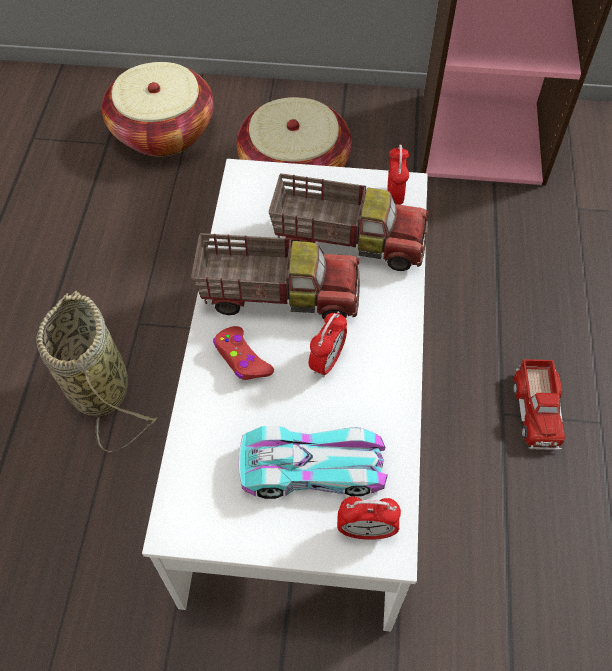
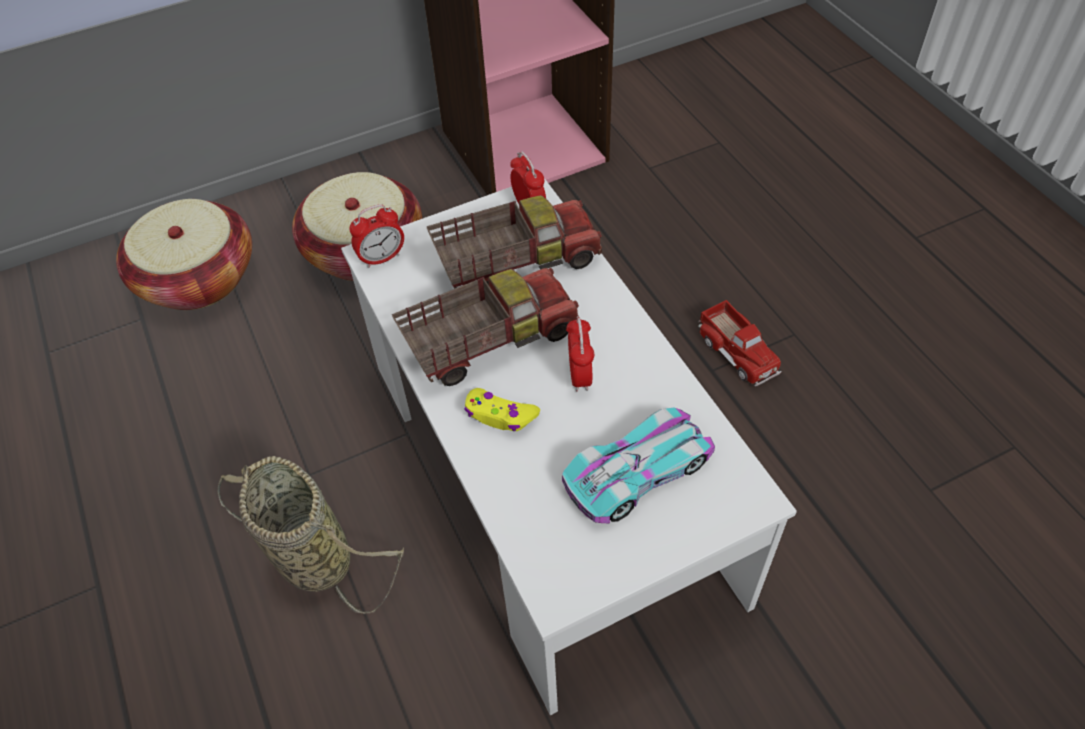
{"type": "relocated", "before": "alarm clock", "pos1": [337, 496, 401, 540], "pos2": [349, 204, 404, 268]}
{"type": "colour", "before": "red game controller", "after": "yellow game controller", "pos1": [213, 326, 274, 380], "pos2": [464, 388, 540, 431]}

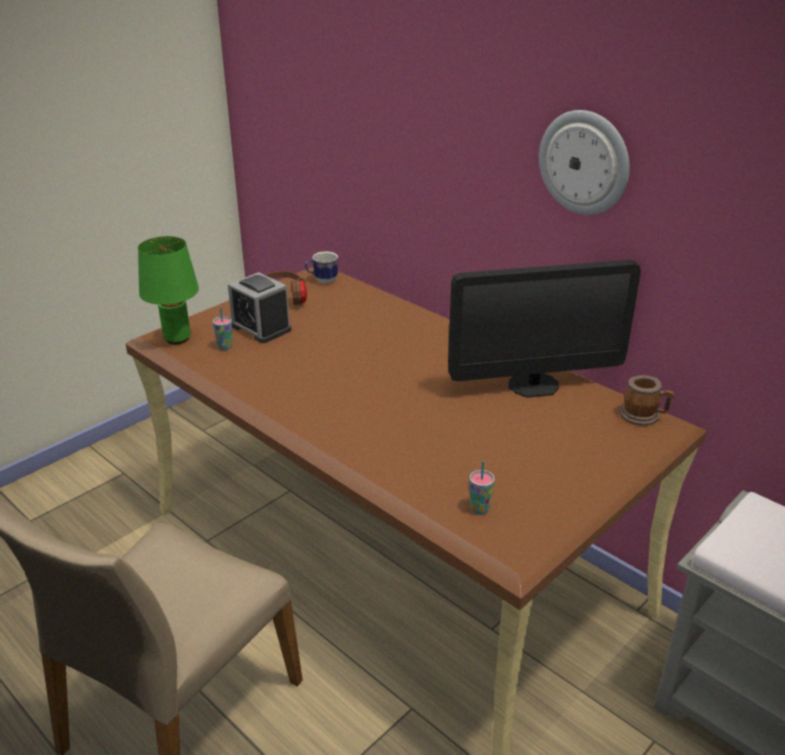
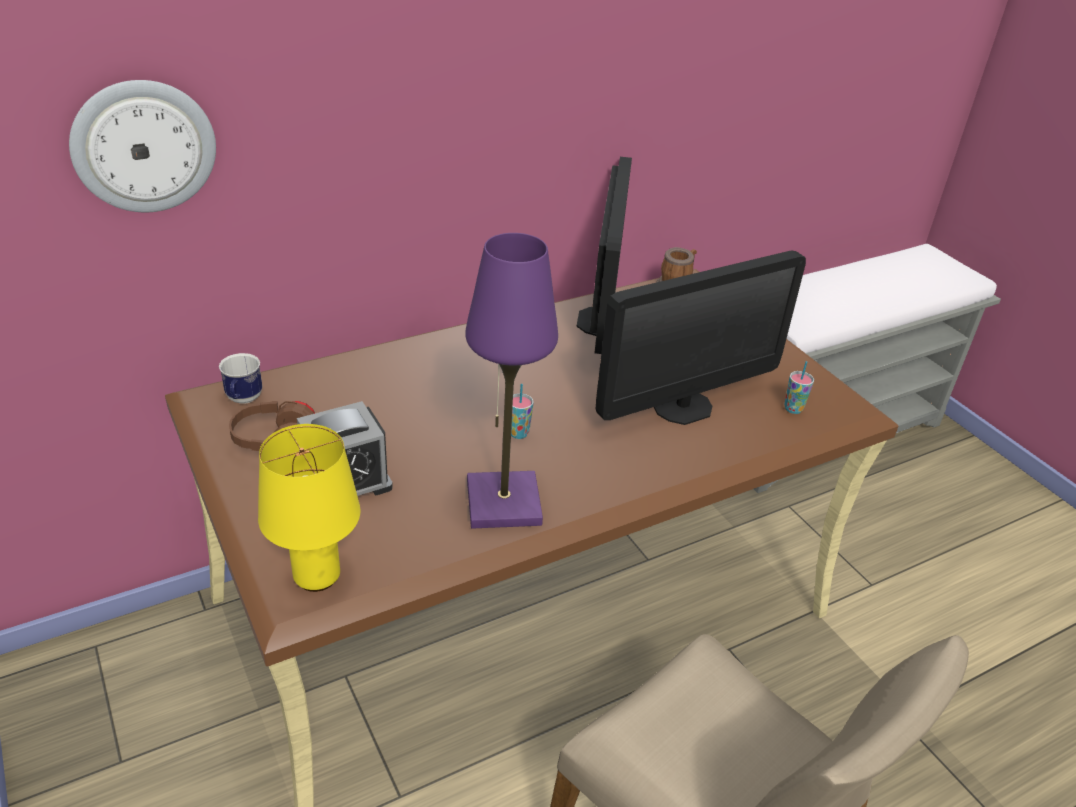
{"type": "relocated", "before": "wall clock", "pos1": [539, 110, 630, 215], "pos2": [69, 80, 216, 212]}
{"type": "colour", "before": "green table lamp", "after": "yellow table lamp", "pos1": [138, 236, 199, 344], "pos2": [258, 424, 360, 592]}
{"type": "appeared", "after": "purple table lamp", "pos2": [465, 233, 558, 529]}
{"type": "relocated", "before": "cup", "pos1": [213, 307, 233, 350], "pos2": [511, 384, 534, 439]}
{"type": "appeared", "after": "monitor", "pos2": [596, 250, 806, 425]}

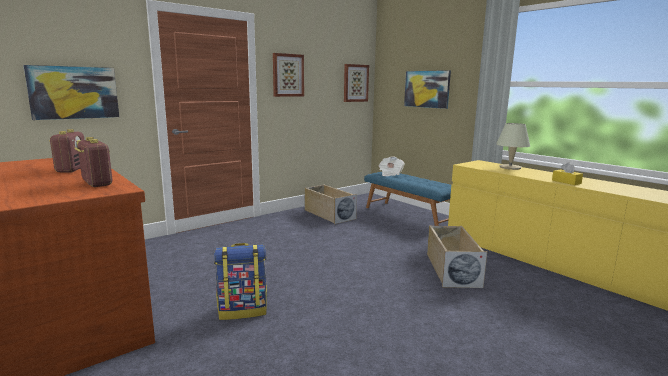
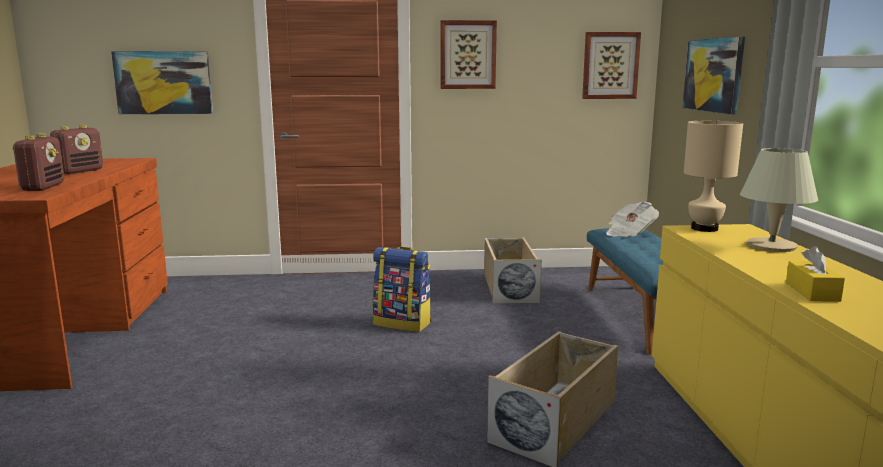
{"type": "relocated", "before": "backpack", "pos1": [214, 243, 267, 320], "pos2": [372, 247, 431, 332]}
{"type": "appeared", "after": "beige table lamp", "pos2": [684, 121, 743, 232]}

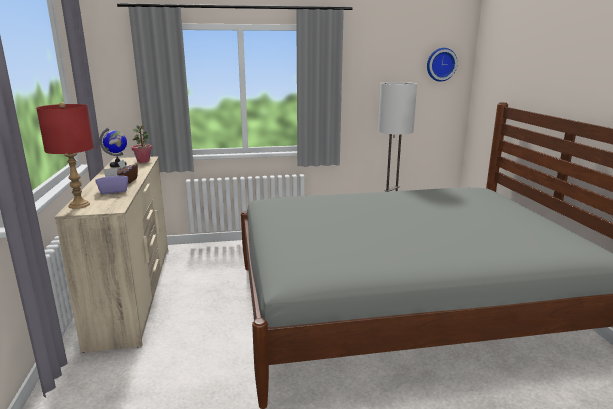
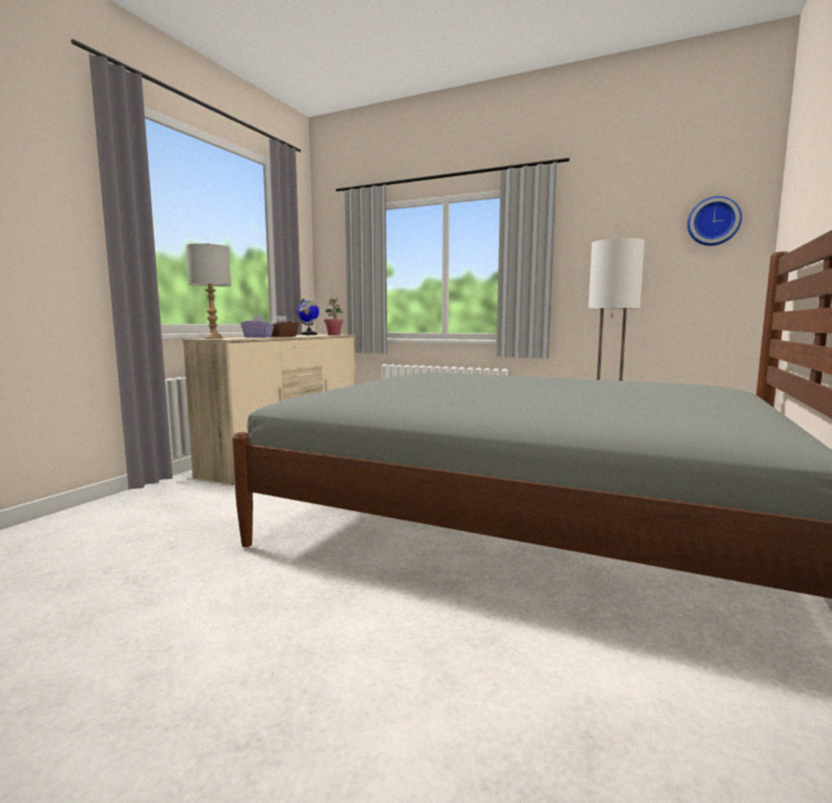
{"type": "colour", "before": "red table lamp", "after": "grey table lamp", "pos1": [36, 102, 94, 209], "pos2": [186, 243, 231, 339]}

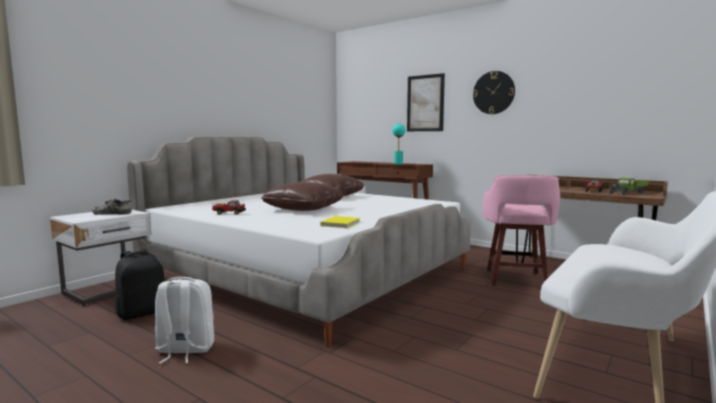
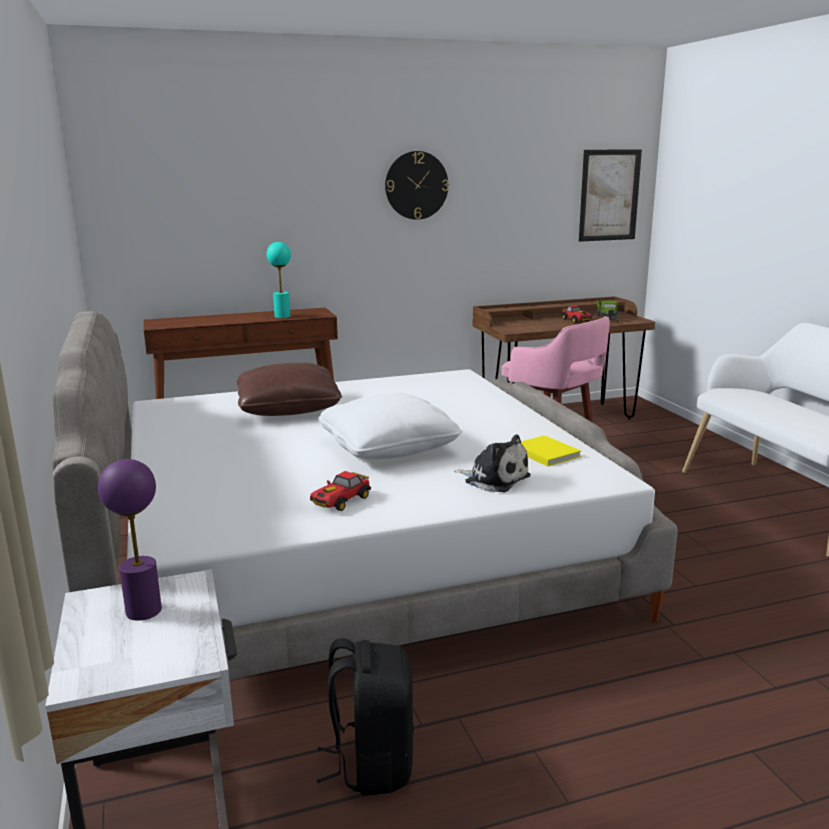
{"type": "exchanged", "before": "shoe", "after": "purple table lamp", "pos1": [92, 199, 132, 215], "pos2": [98, 459, 162, 621]}
{"type": "colour", "before": "brown pillow", "after": "white pillow", "pos1": [261, 182, 344, 211], "pos2": [318, 393, 463, 460]}
{"type": "appeared", "after": "plush toy", "pos2": [454, 434, 531, 492]}
{"type": "relocated", "before": "picture", "pos1": [407, 73, 445, 131], "pos2": [579, 149, 642, 242]}
{"type": "missing", "before": "white backpack", "pos1": [155, 277, 214, 364]}

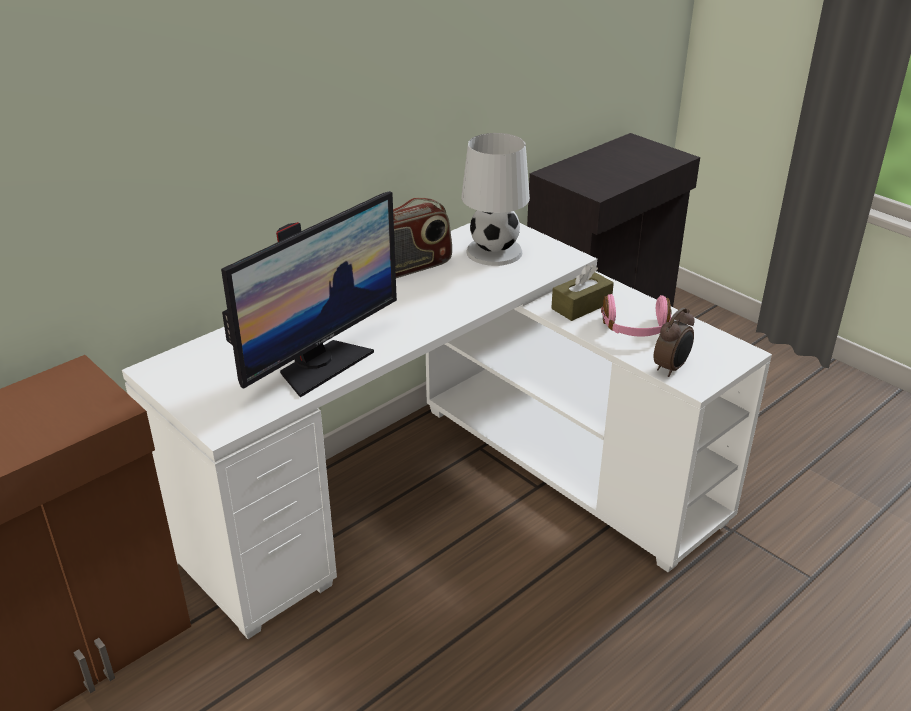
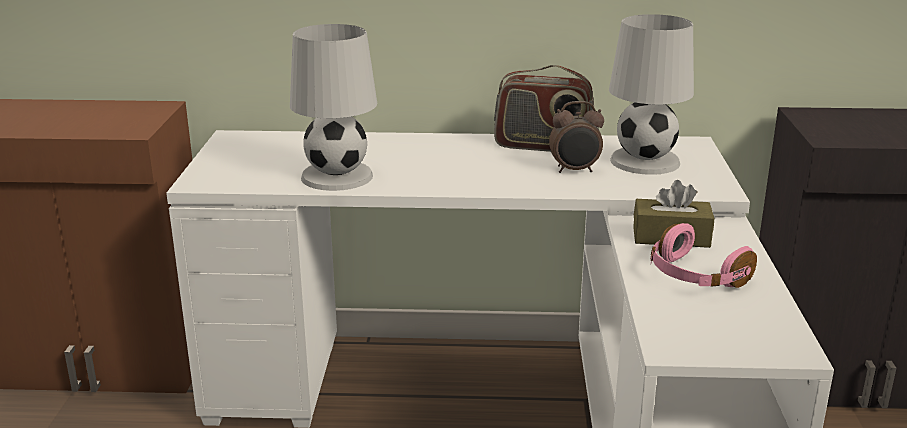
{"type": "exchanged", "before": "monitor", "after": "white table lamp", "pos1": [221, 191, 397, 398], "pos2": [290, 24, 377, 191]}
{"type": "relocated", "before": "alarm clock", "pos1": [654, 308, 695, 377], "pos2": [549, 101, 604, 173]}

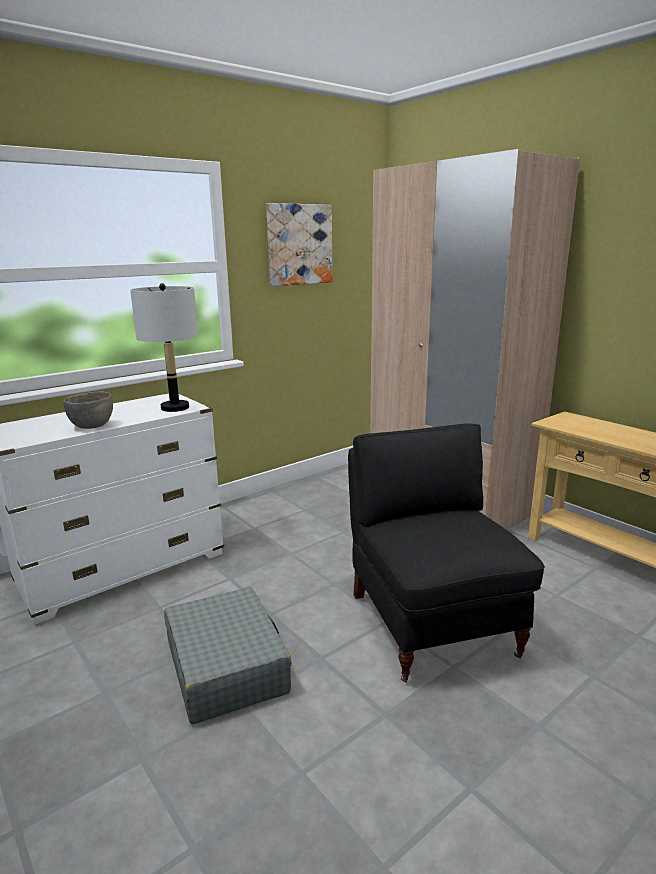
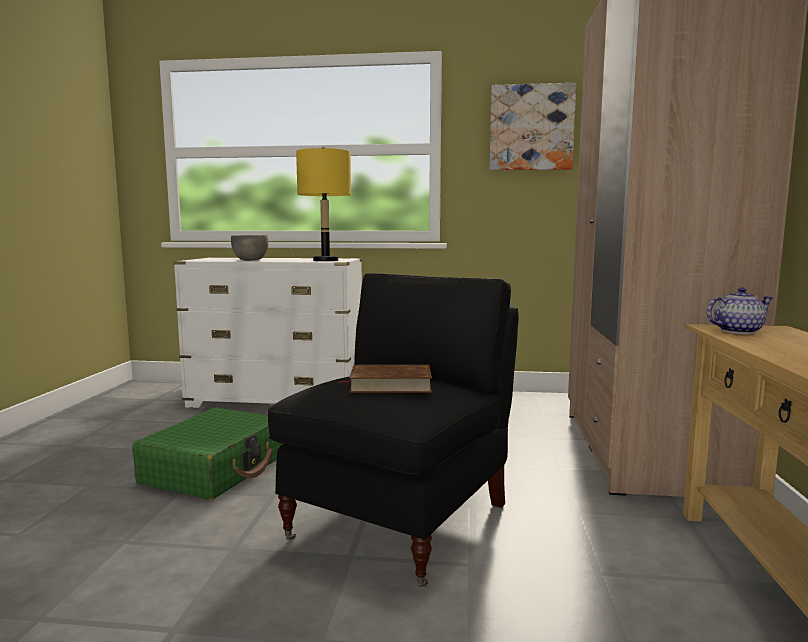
{"type": "colour", "before": "grey suitcase", "after": "green suitcase", "pos1": [164, 587, 292, 725], "pos2": [132, 407, 283, 500]}
{"type": "colour", "before": "grey table lamp", "after": "yellow table lamp", "pos1": [130, 283, 198, 412], "pos2": [296, 147, 351, 261]}
{"type": "appeared", "after": "brown book", "pos2": [339, 365, 432, 393]}
{"type": "appeared", "after": "teapot", "pos2": [707, 287, 773, 334]}

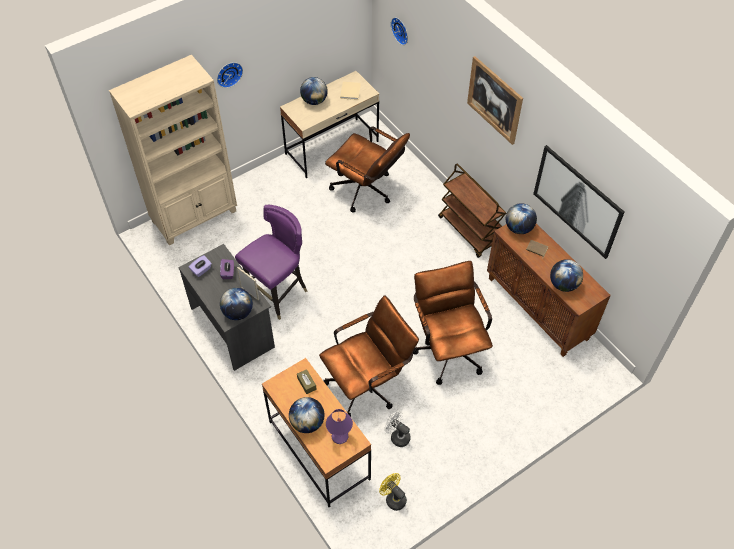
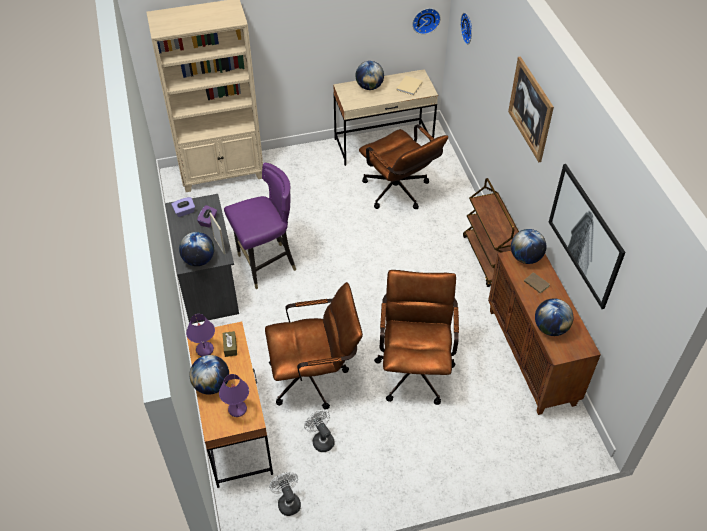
{"type": "appeared", "after": "purple table lamp", "pos2": [186, 314, 215, 356]}
{"type": "colour", "before": "yellow fan", "after": "white fan", "pos1": [379, 473, 407, 511], "pos2": [269, 472, 301, 516]}
{"type": "relocated", "before": "wall clock", "pos1": [217, 62, 243, 88], "pos2": [413, 8, 441, 34]}

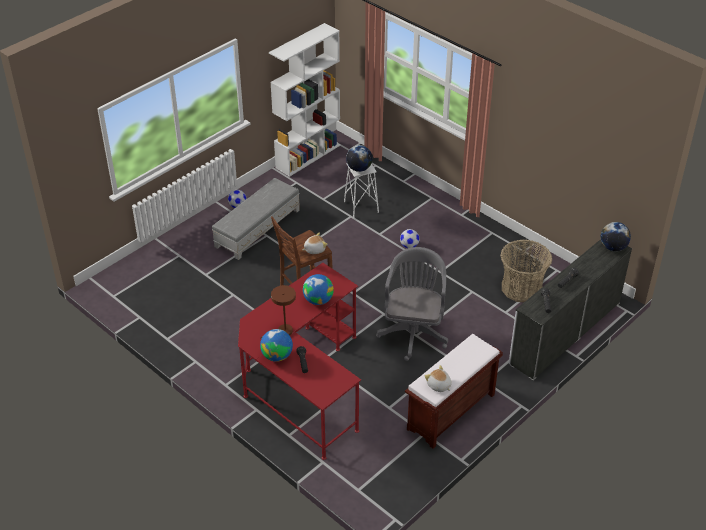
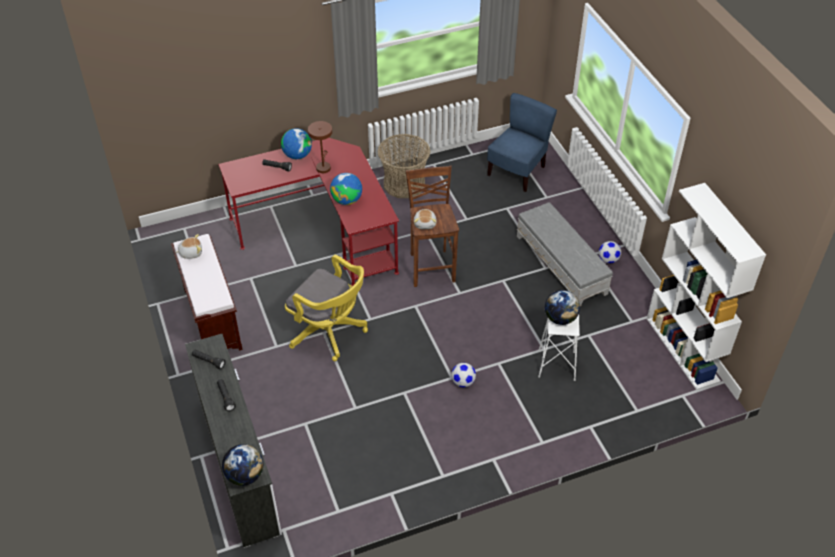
{"type": "colour", "before": "grey office chair", "after": "yellow office chair", "pos1": [376, 247, 448, 361], "pos2": [285, 254, 368, 361]}
{"type": "relocated", "before": "basket", "pos1": [500, 240, 552, 302], "pos2": [377, 134, 430, 198]}
{"type": "appeared", "after": "blue chair", "pos2": [487, 93, 557, 192]}

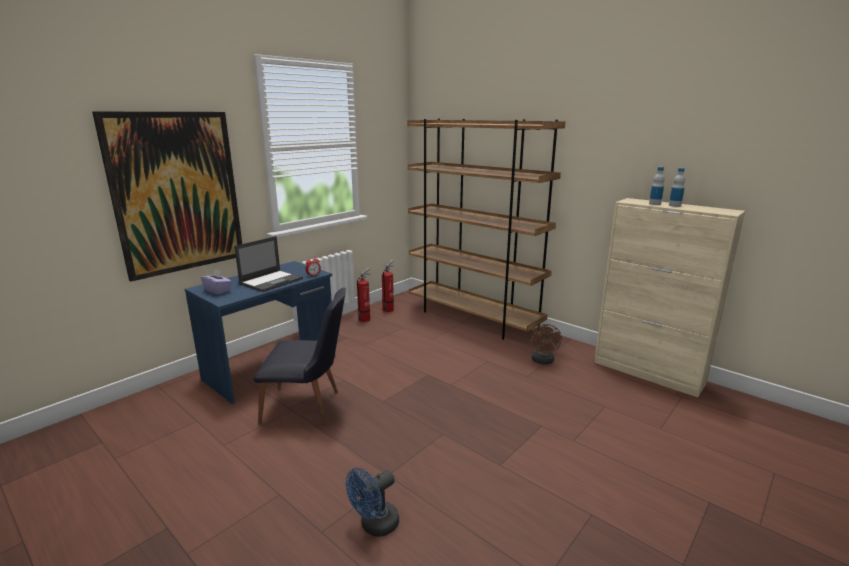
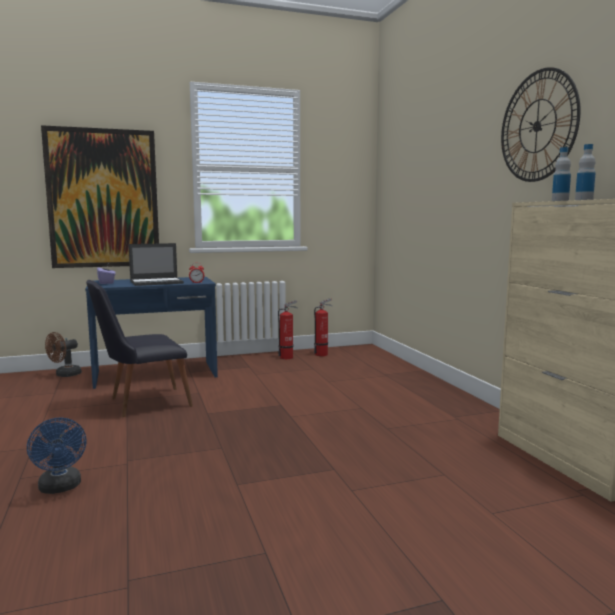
{"type": "spun", "before": "blue fan", "pos1": [346, 468, 399, 537], "pos2": [27, 417, 87, 494], "turn": -105}
{"type": "relocated", "before": "brown fan", "pos1": [531, 324, 562, 364], "pos2": [45, 332, 82, 377]}
{"type": "spun", "before": "black chair", "pos1": [254, 288, 346, 425], "pos2": [86, 280, 193, 417], "turn": 120}
{"type": "appeared", "after": "wall clock", "pos2": [501, 67, 581, 182]}
{"type": "missing", "before": "brown bookcase", "pos1": [407, 119, 565, 340]}

